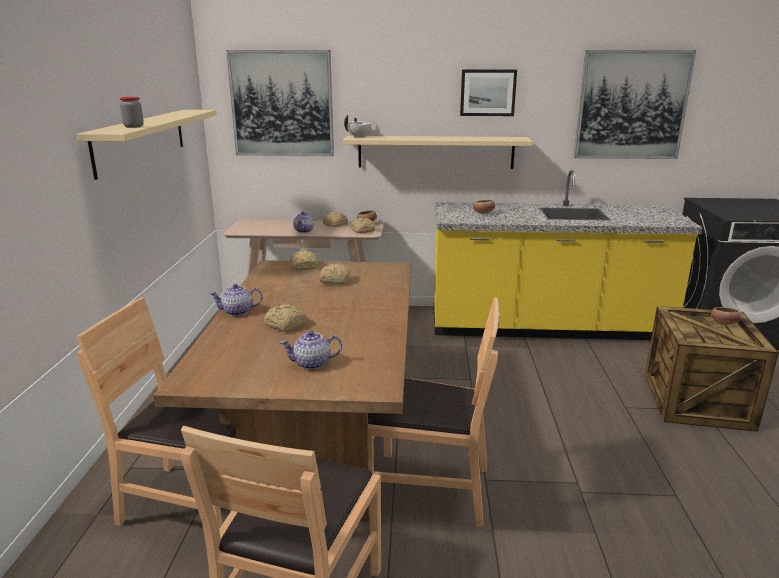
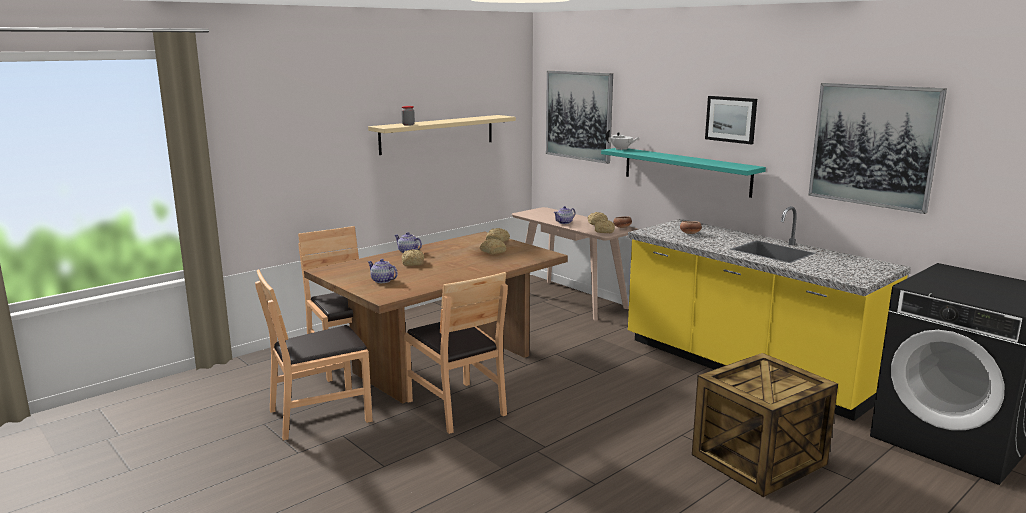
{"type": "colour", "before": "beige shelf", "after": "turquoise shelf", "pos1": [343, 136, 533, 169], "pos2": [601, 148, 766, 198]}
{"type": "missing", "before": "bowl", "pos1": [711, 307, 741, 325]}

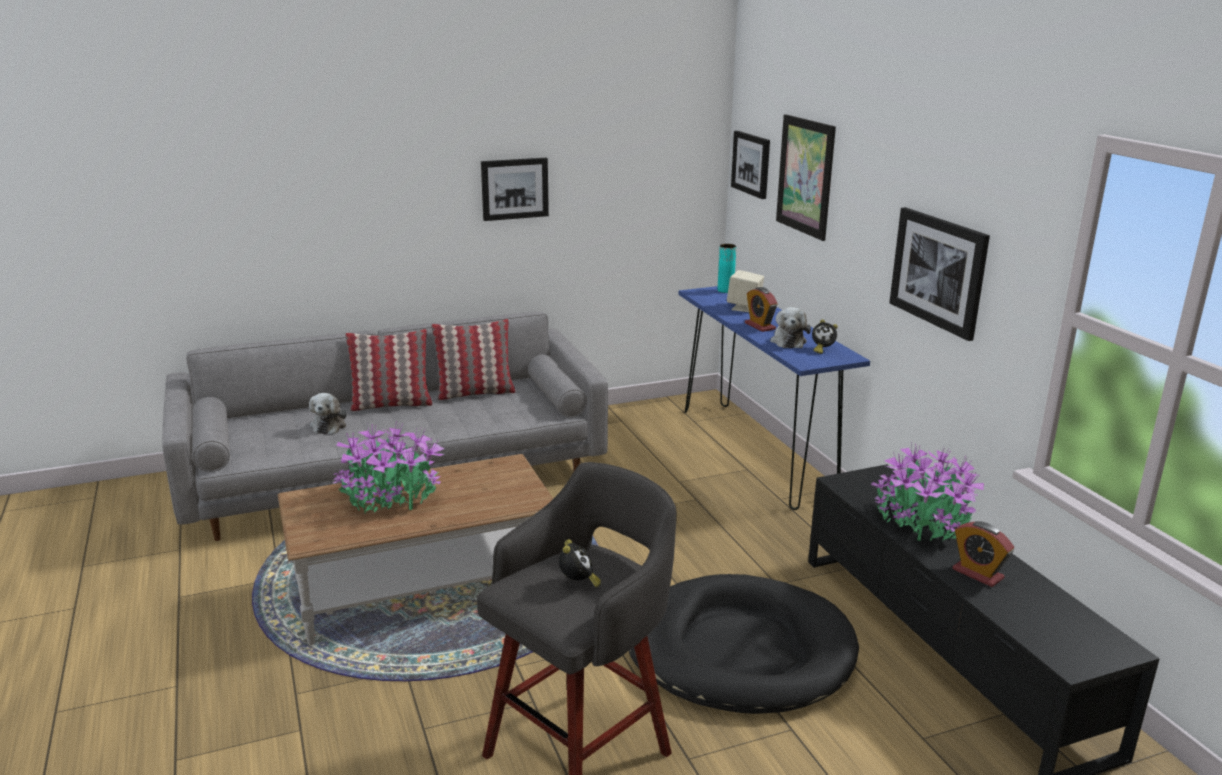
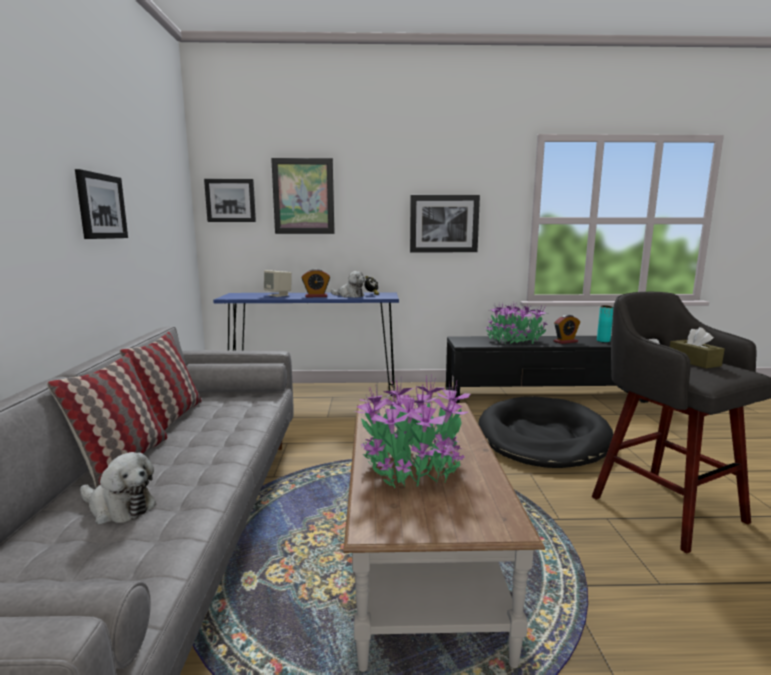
{"type": "relocated", "before": "turquoise vase", "pos1": [718, 244, 736, 293], "pos2": [597, 305, 613, 342]}
{"type": "exchanged", "before": "alarm clock", "after": "brown tissue box", "pos1": [559, 539, 601, 588], "pos2": [670, 327, 725, 368]}

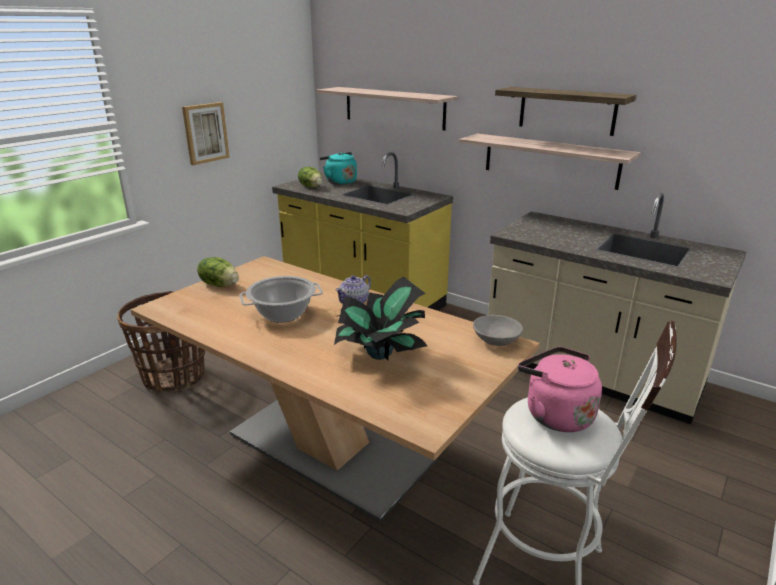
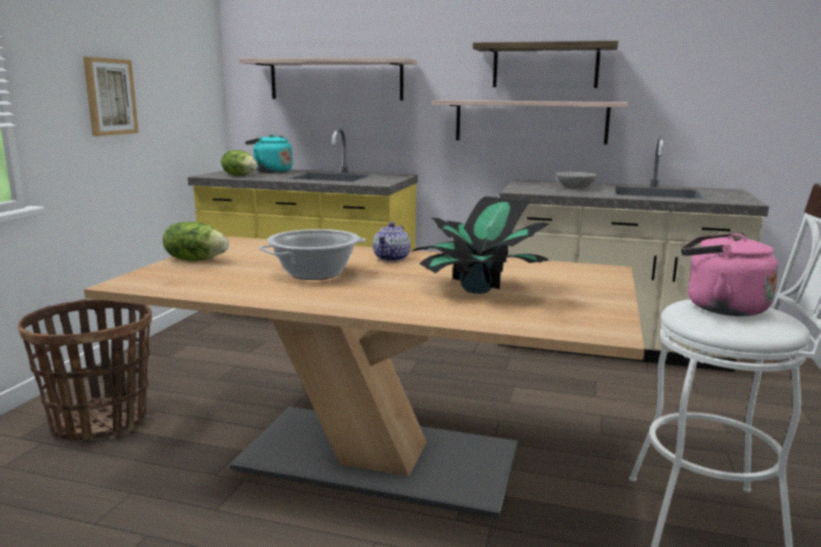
{"type": "relocated", "before": "grey bowl", "pos1": [473, 315, 523, 346], "pos2": [556, 172, 597, 189]}

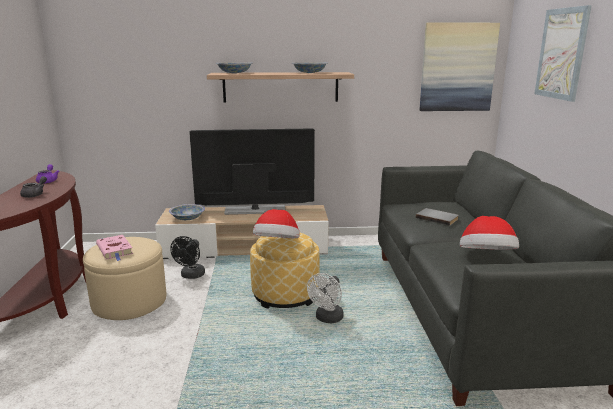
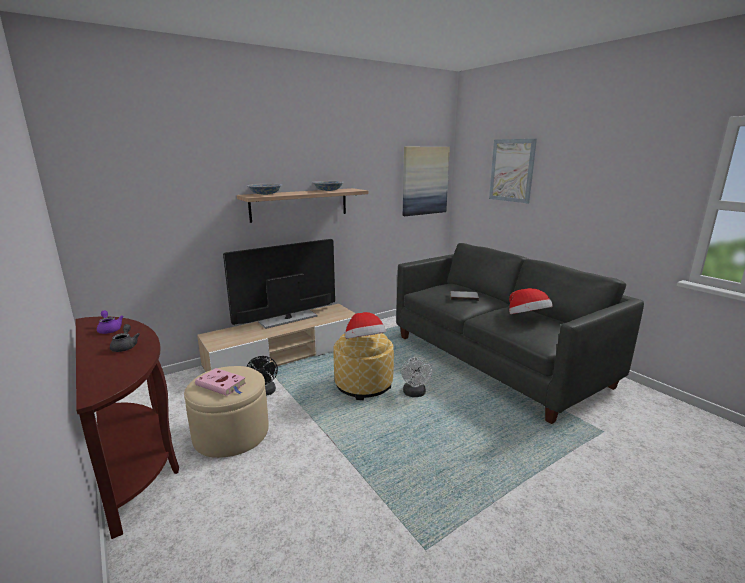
{"type": "missing", "before": "bowl", "pos1": [169, 204, 205, 220]}

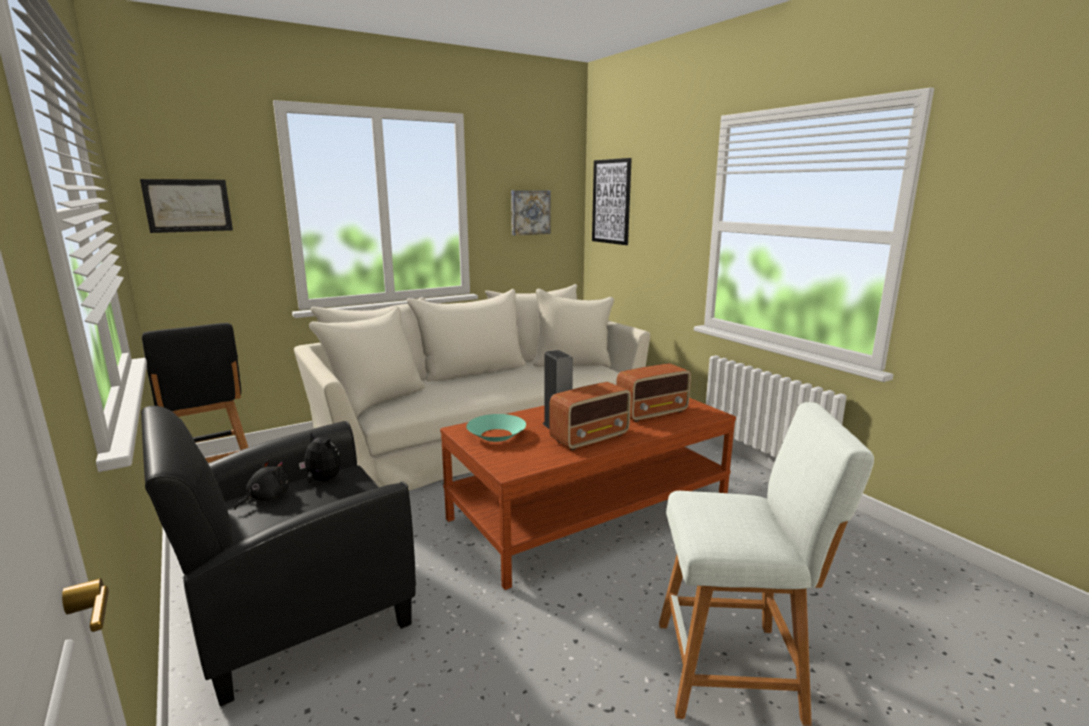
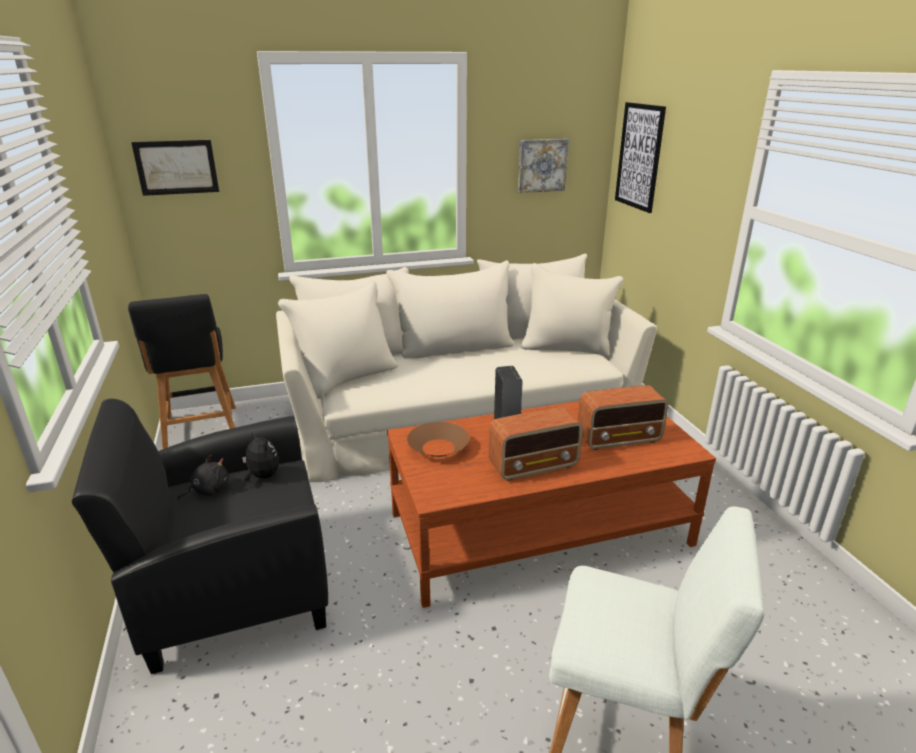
{"type": "colour", "before": "turquoise bowl", "after": "brown bowl", "pos1": [466, 414, 526, 442], "pos2": [407, 422, 470, 457]}

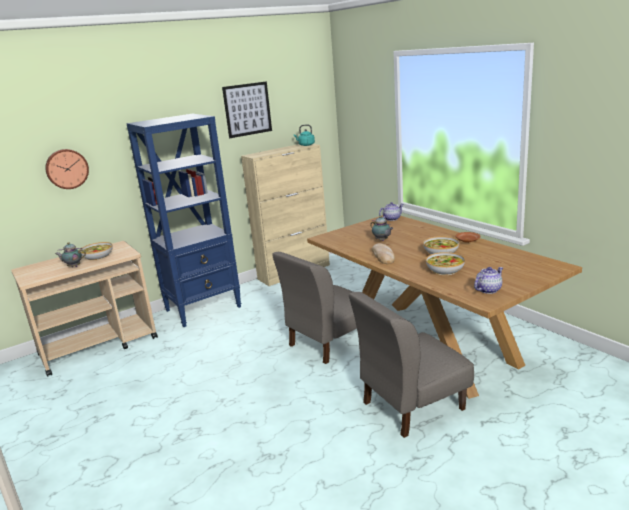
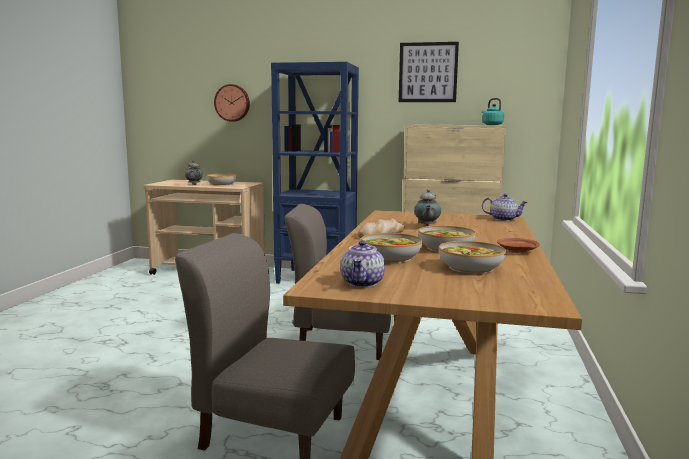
{"type": "spun", "before": "teapot", "pos1": [474, 267, 503, 294], "pos2": [340, 240, 385, 287], "turn": 90}
{"type": "appeared", "after": "bowl", "pos2": [439, 241, 506, 274]}

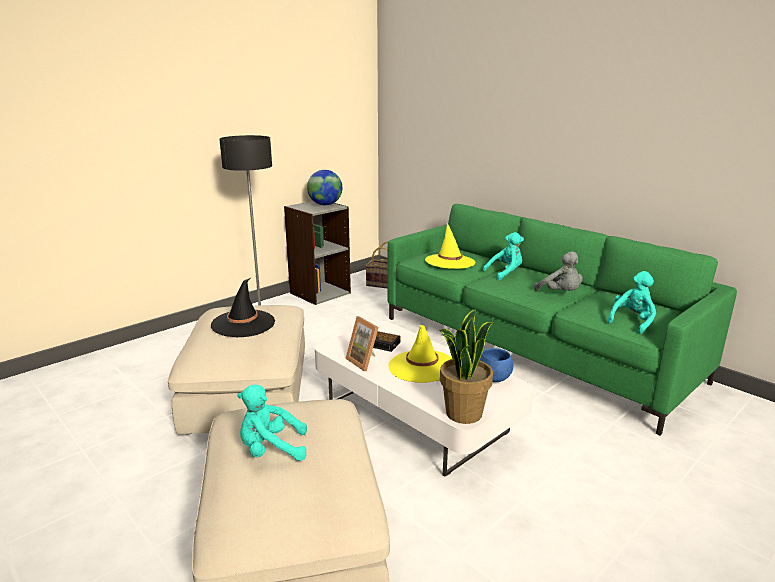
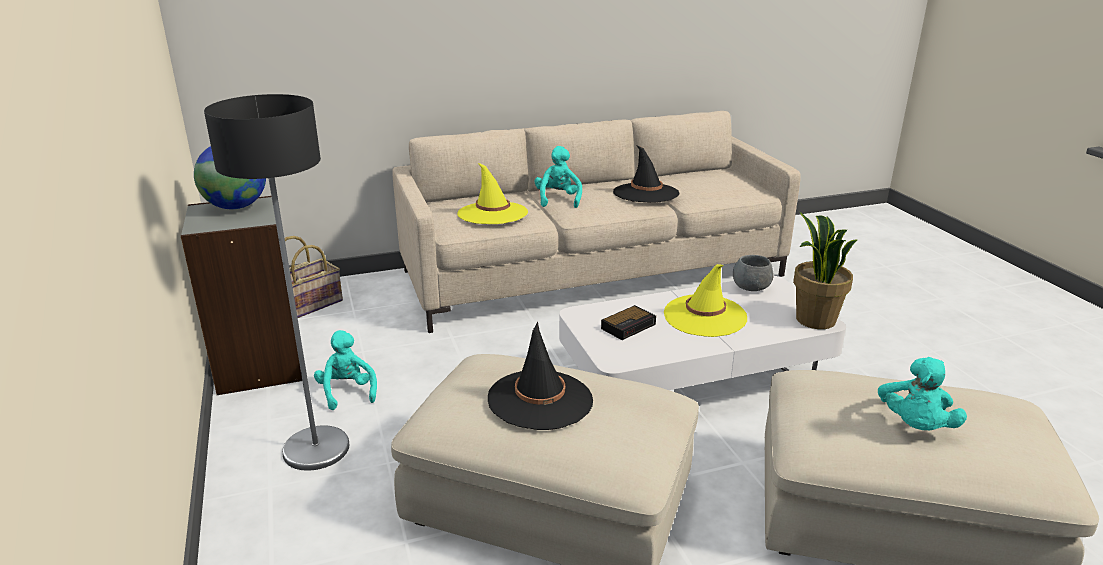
{"type": "relocated", "before": "turquoise plush toy", "pos1": [607, 271, 656, 334], "pos2": [314, 330, 377, 410]}
{"type": "colour", "before": "green sofa", "after": "beige sofa", "pos1": [388, 204, 737, 436], "pos2": [392, 111, 801, 333]}
{"type": "exchanged", "before": "grey plush toy", "after": "black hat", "pos1": [534, 251, 583, 291], "pos2": [613, 145, 679, 203]}
{"type": "colour", "before": "blue bowl", "after": "grey bowl", "pos1": [480, 348, 513, 382], "pos2": [733, 255, 774, 291]}
{"type": "missing", "before": "picture frame", "pos1": [345, 316, 379, 371]}

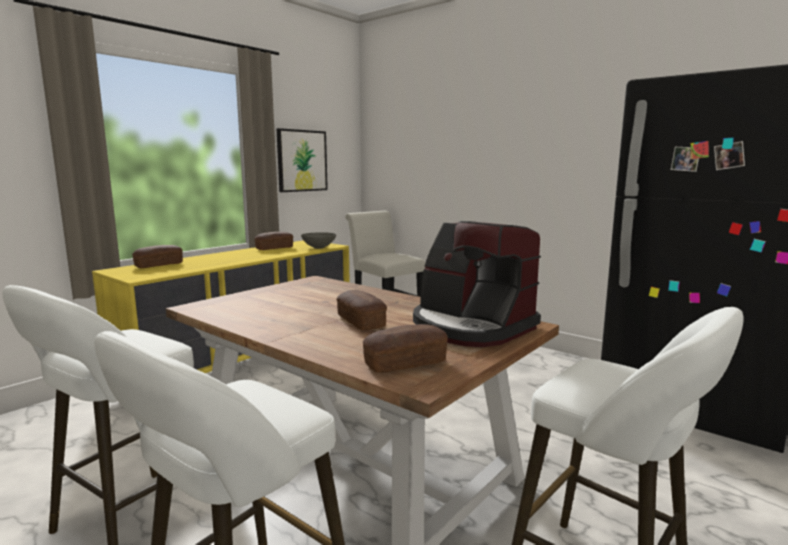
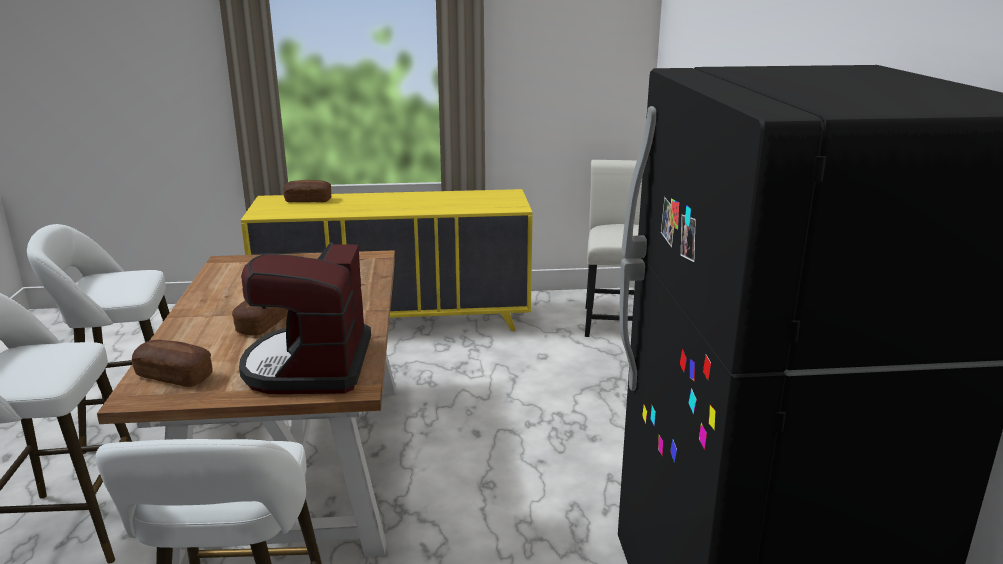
{"type": "missing", "before": "bread", "pos1": [254, 232, 293, 250]}
{"type": "missing", "before": "picture", "pos1": [277, 128, 328, 192]}
{"type": "missing", "before": "grey bowl", "pos1": [301, 232, 336, 249]}

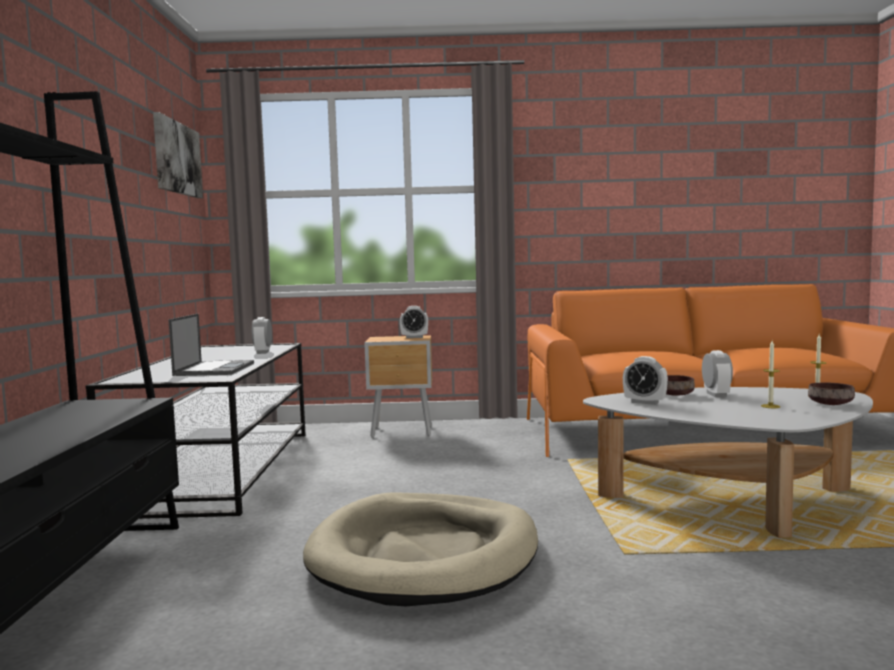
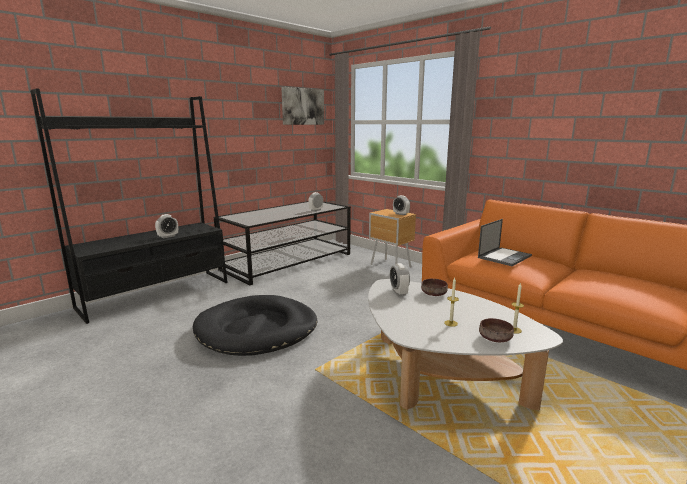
{"type": "relocated", "before": "alarm clock", "pos1": [702, 350, 733, 397], "pos2": [155, 214, 178, 238]}
{"type": "colour", "before": "beige dog bed", "after": "black dog bed", "pos1": [303, 492, 538, 606], "pos2": [193, 295, 318, 356]}
{"type": "relocated", "before": "laptop", "pos1": [169, 314, 254, 376], "pos2": [478, 219, 532, 266]}

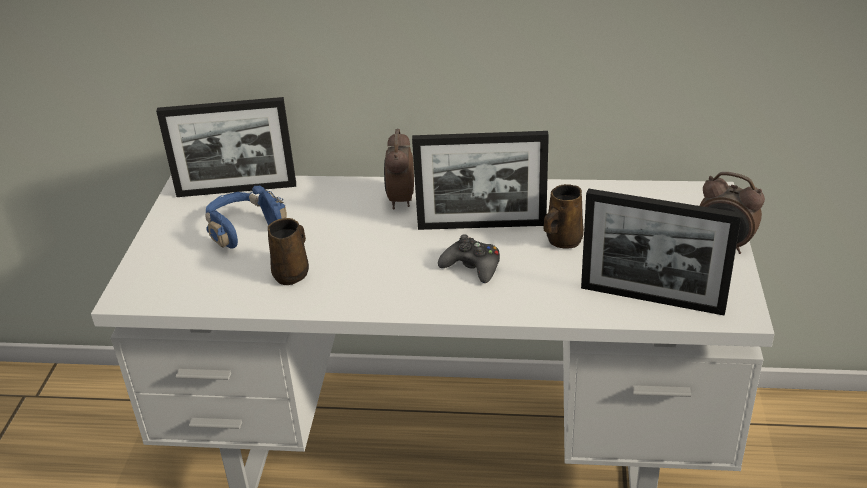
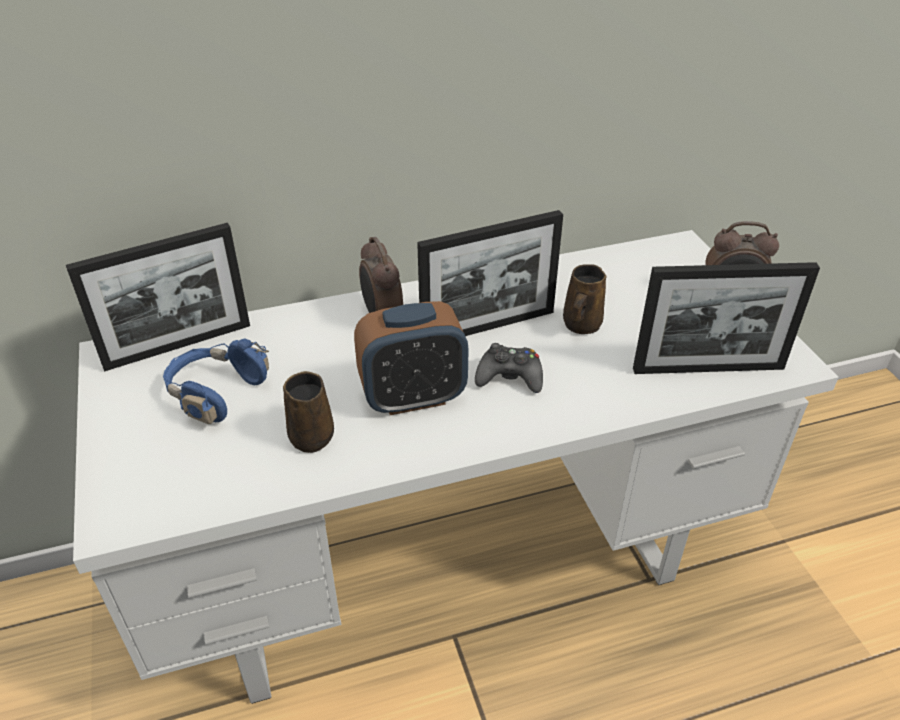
{"type": "appeared", "after": "alarm clock", "pos2": [354, 301, 469, 415]}

